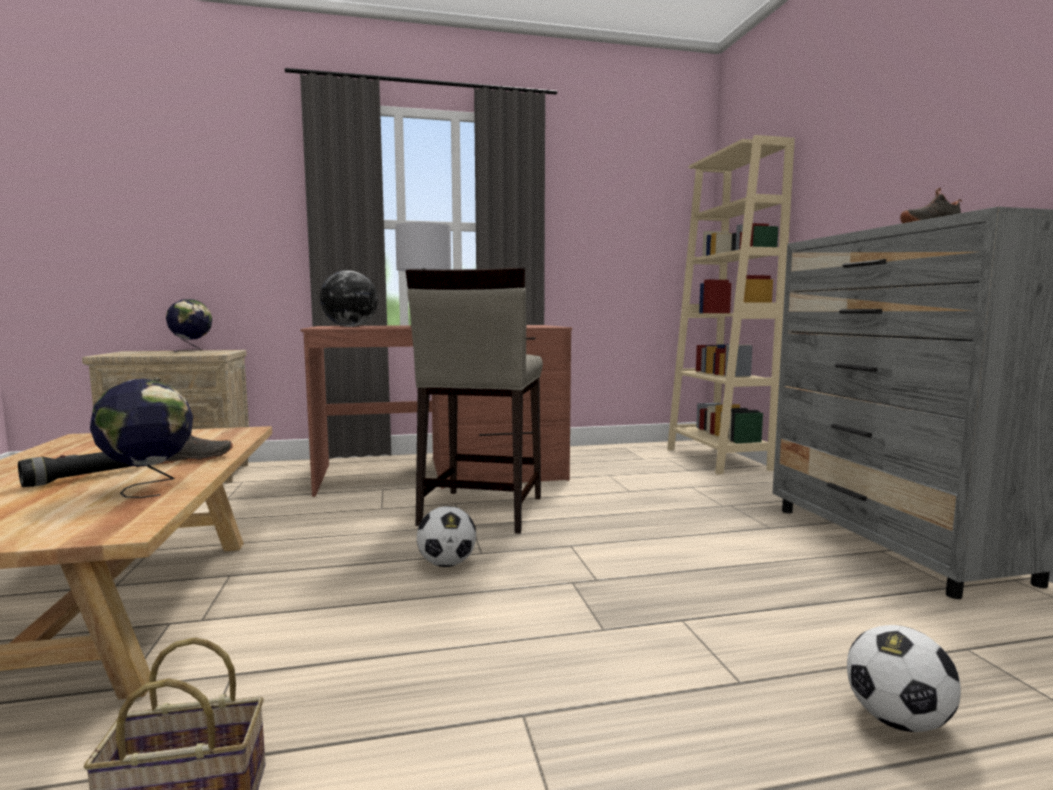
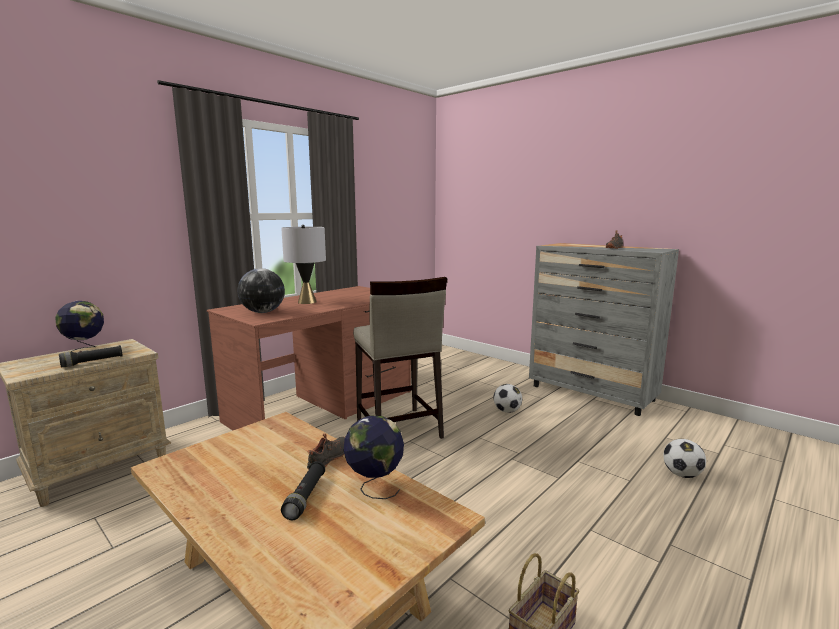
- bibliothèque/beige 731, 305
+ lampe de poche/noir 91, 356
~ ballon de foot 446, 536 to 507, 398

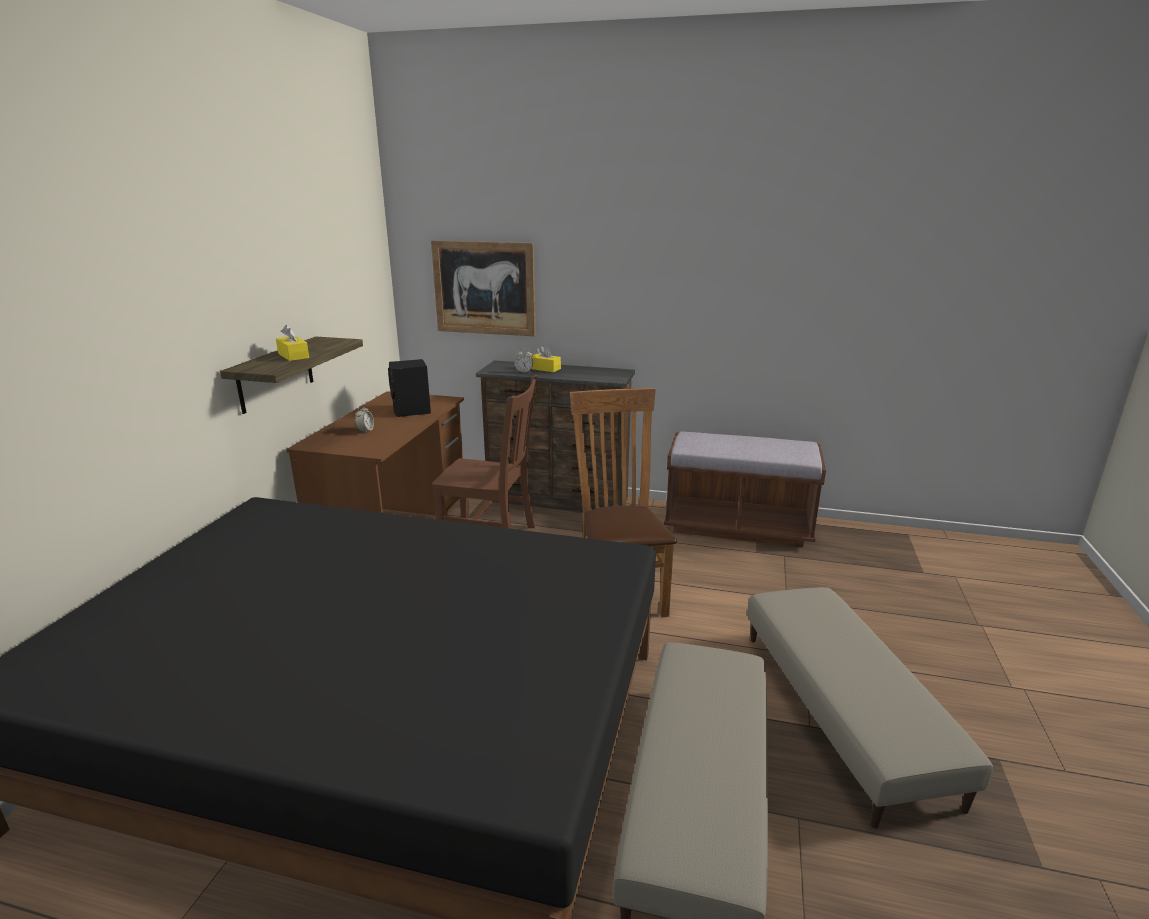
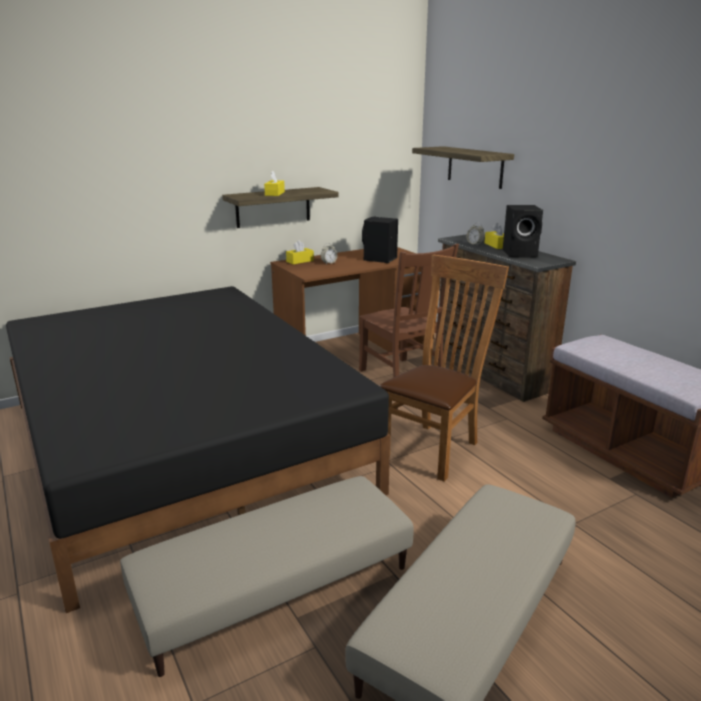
+ boîte à mouchoirs/jaune 300, 252
+ enceinte/noir 522, 231
~ tableau 483, 288 to étagère 463, 167

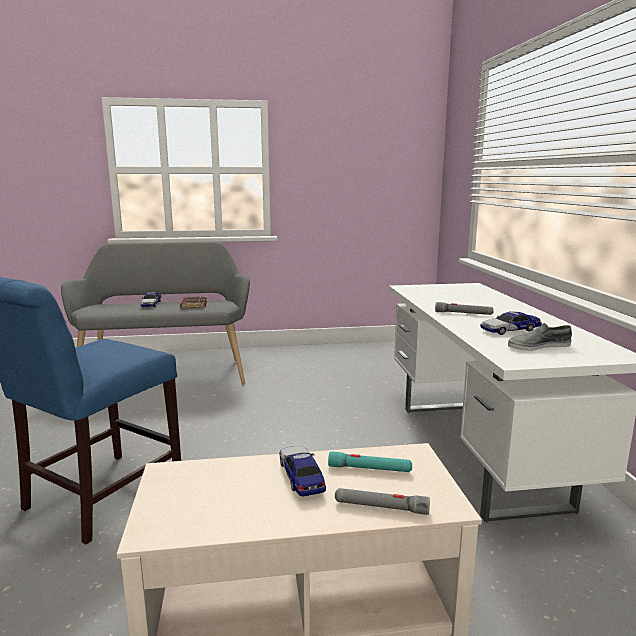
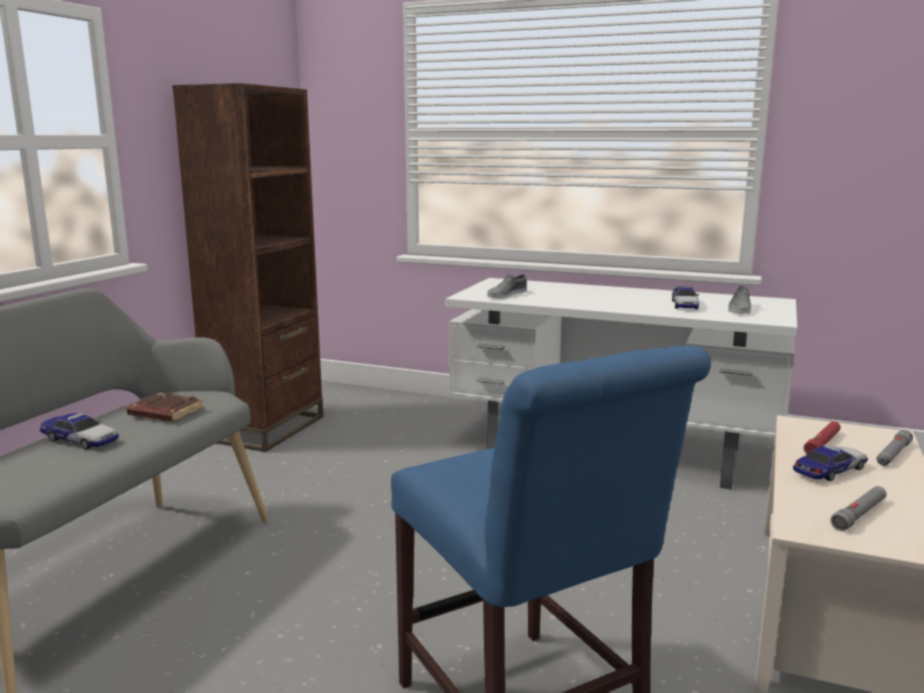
+ bibliothèque/marron 248, 267
+ chaussure/gris 507, 286
~ lampe de poche/gris 464, 308 to 858, 508
~ lampe de poche/turquoise 370, 461 to lampe de poche/rouge 822, 437
~ petite voiture 302, 471 = 830, 463 135 degrees clockwise

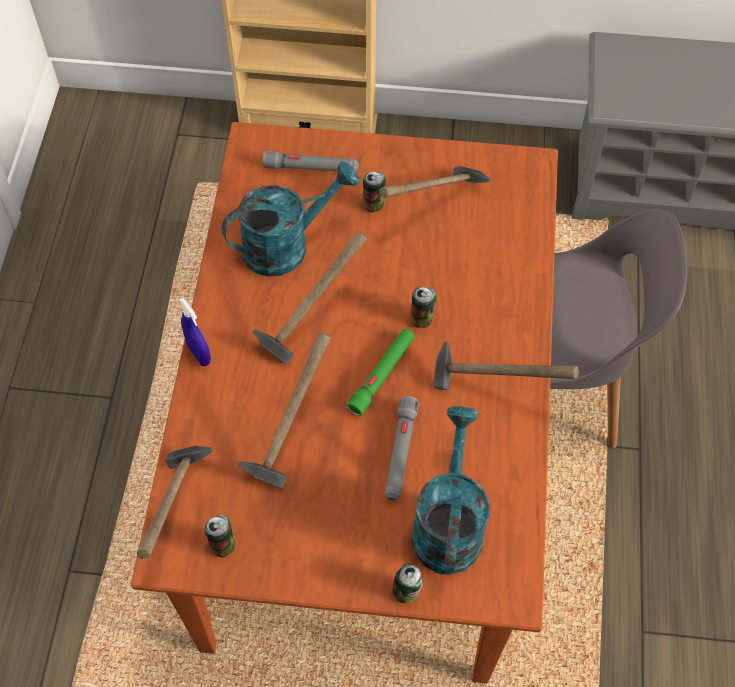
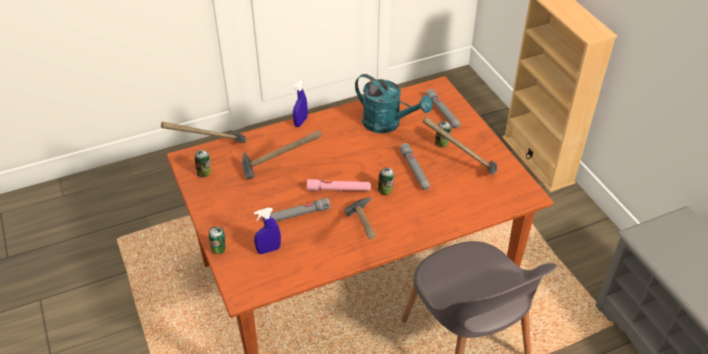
- marteau 309, 297
+ lampe de poche/gris 415, 166
~ arrosoir/turquoise 451, 490 to vaporisateur/bleu 267, 231
~ lampe de poche/vert 381, 372 to lampe de poche/rose 339, 185

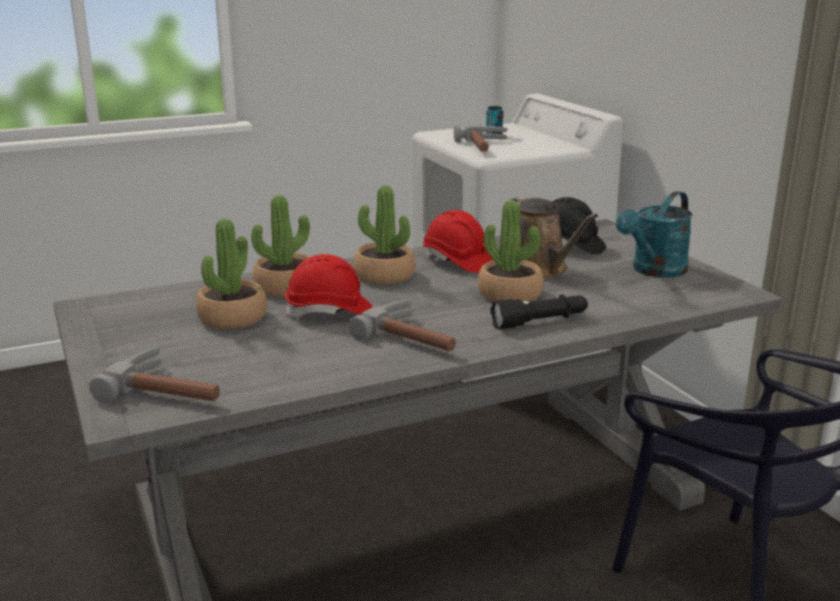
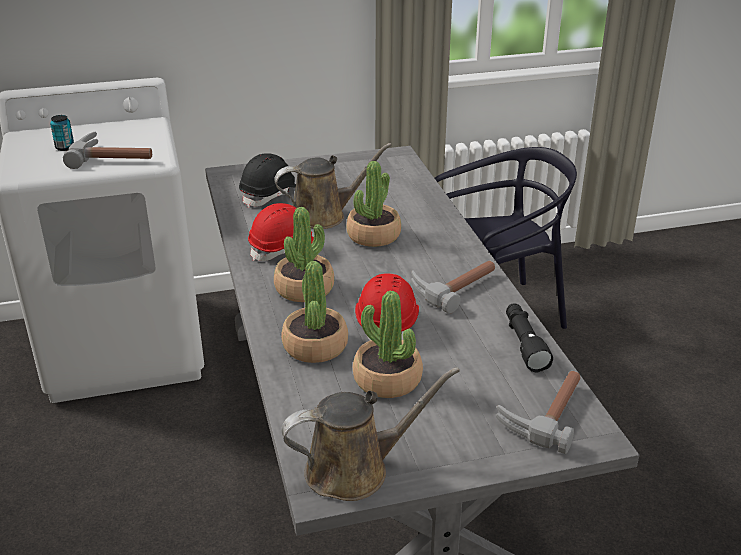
- arrosoir/turquoise 654, 234
+ arrosoir/marron 370, 434
~ lampe de poche/noir 539, 312 to 529, 338

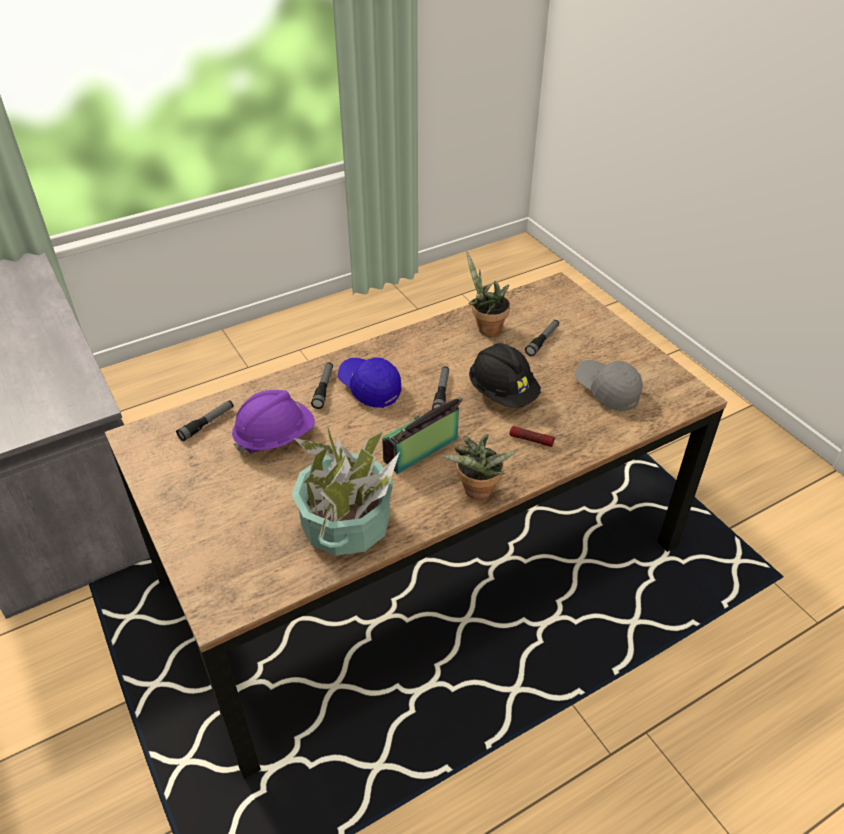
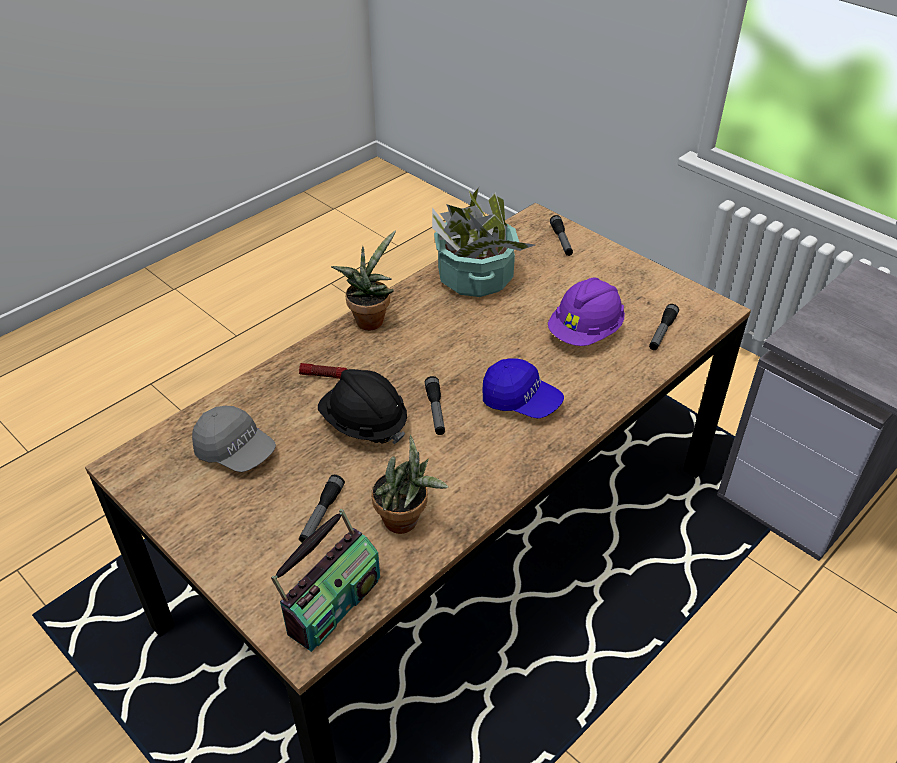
~ lampe de poche 322, 385 to 561, 235
~ radio 422, 435 to 325, 580

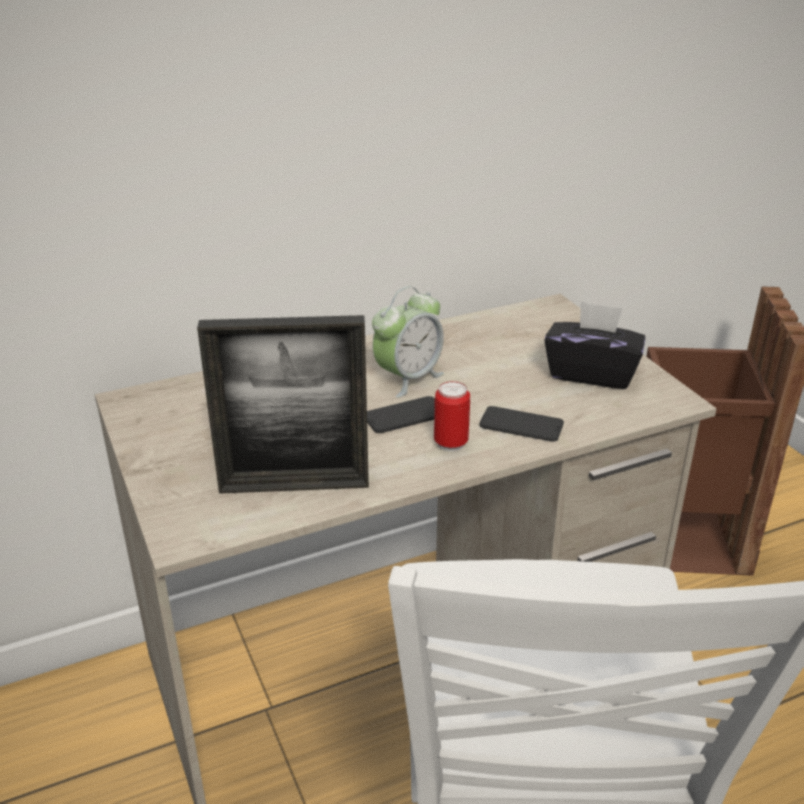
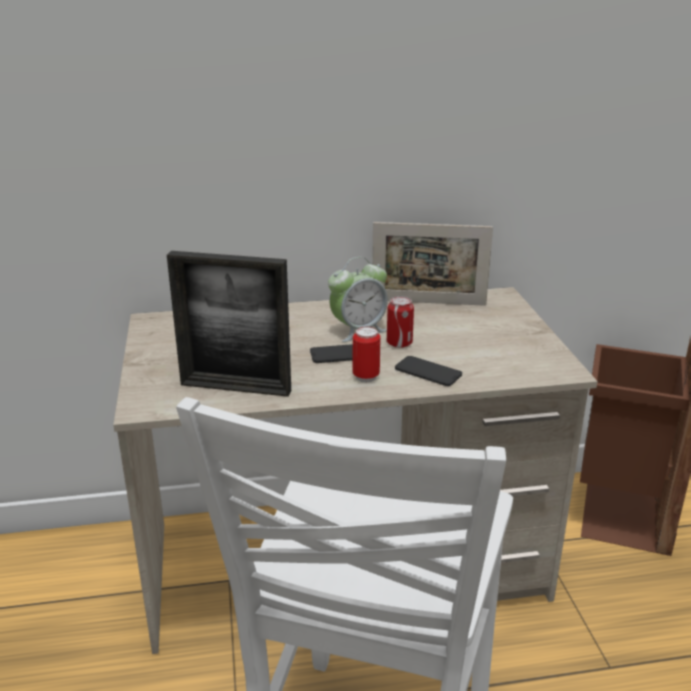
- boîte à mouchoirs/noir 595, 345
+ cadre photo 432, 264
+ boîte métallique 400, 322

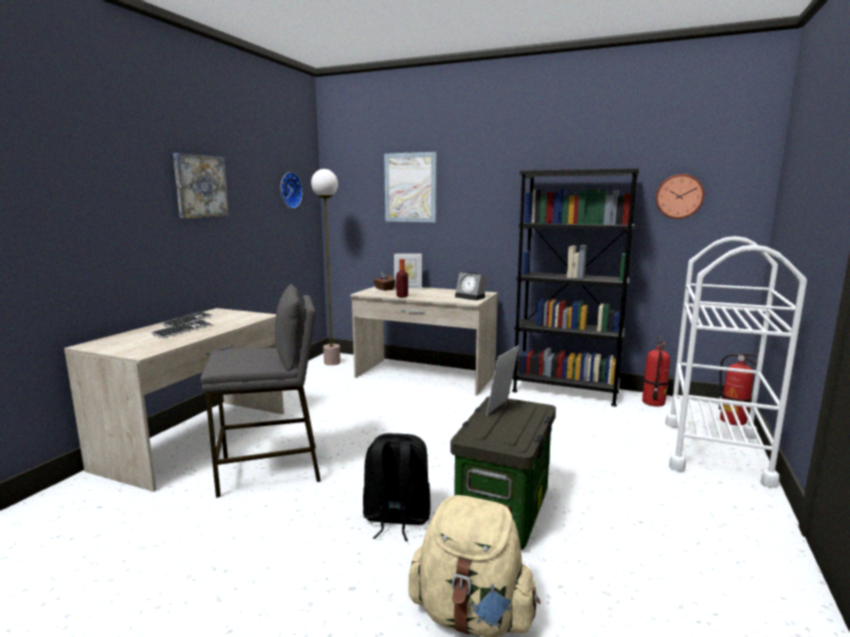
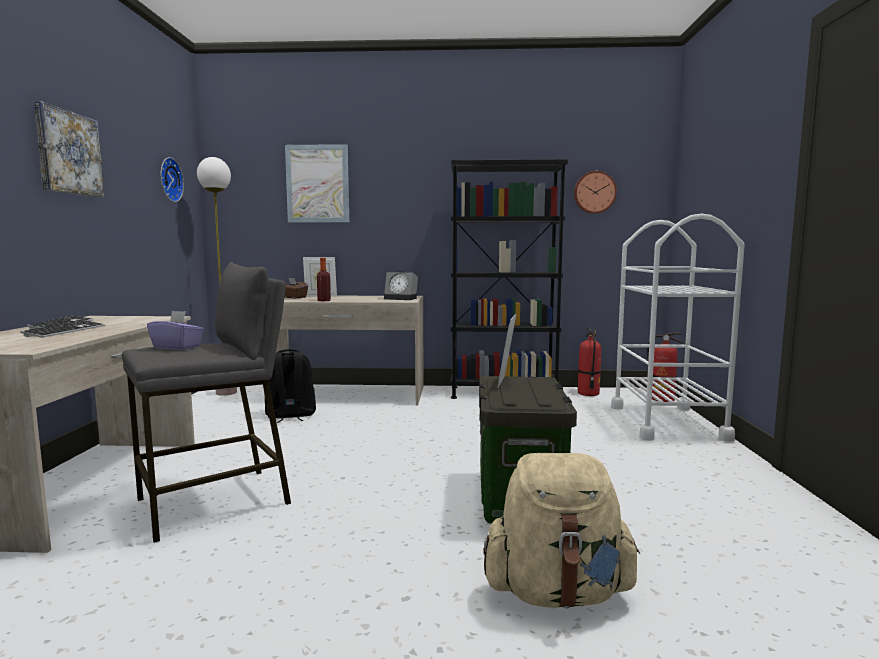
+ boîte à mouchoirs/violet 175, 330
~ sac à dos/noir 397, 487 to 290, 386

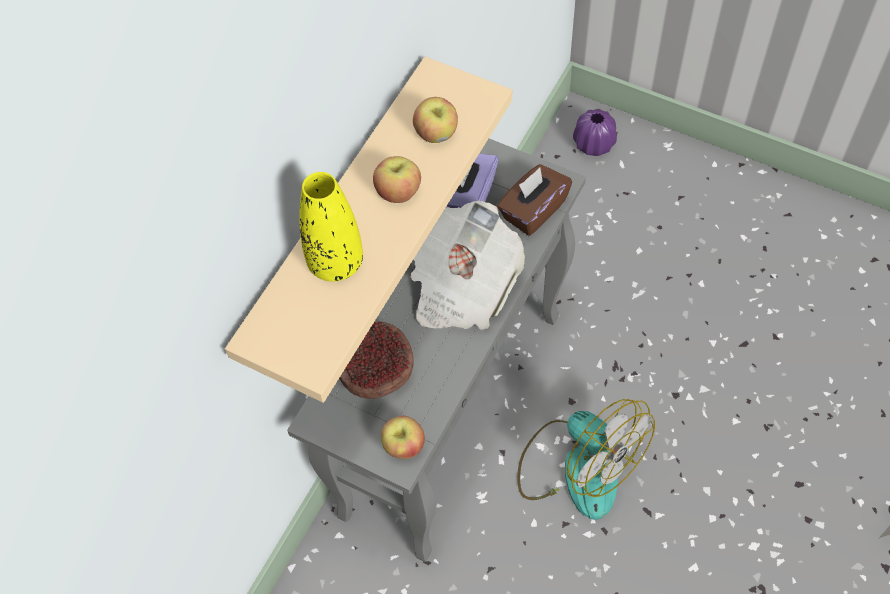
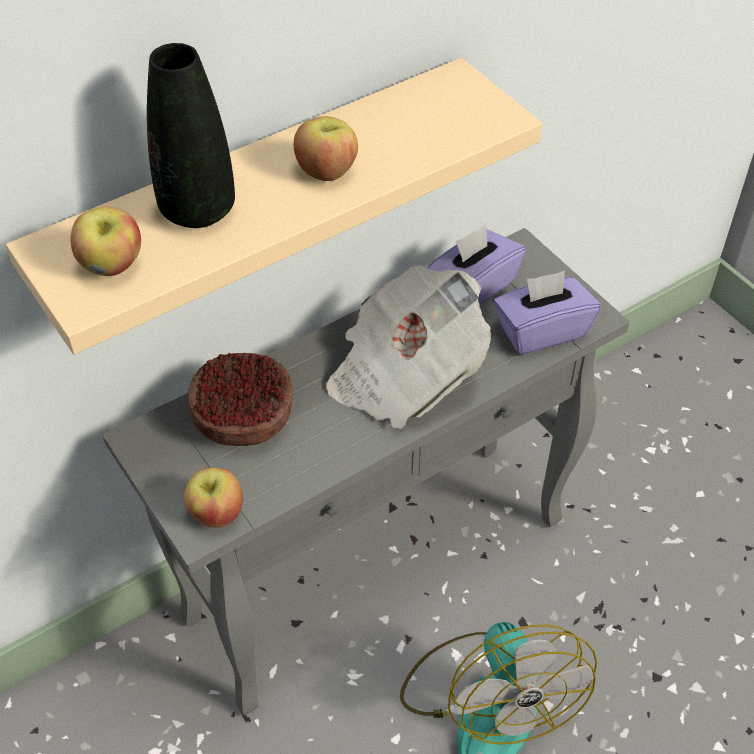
- vase/violet 595, 132
~ pomme 435, 120 to 105, 241
~ vase/jaune 331, 227 to vase/noir 191, 135
~ boîte à mouchoirs/marron 534, 200 to boîte à mouchoirs/violet 547, 313

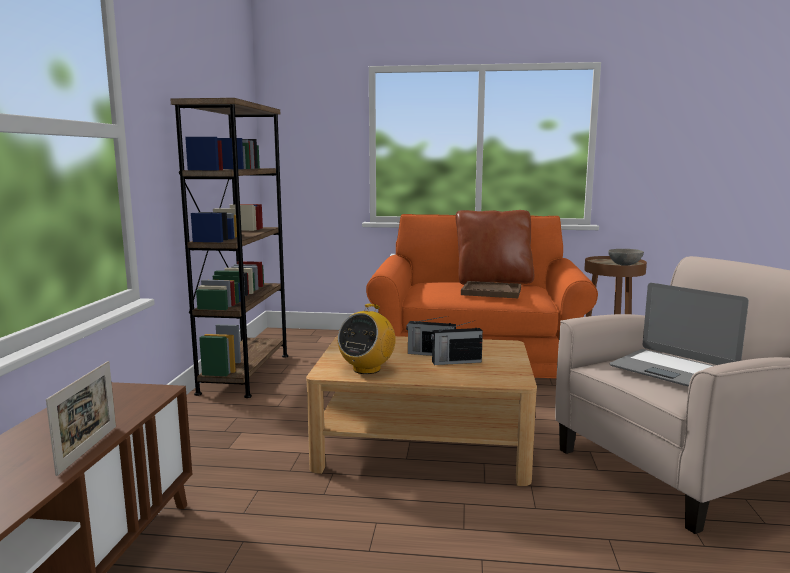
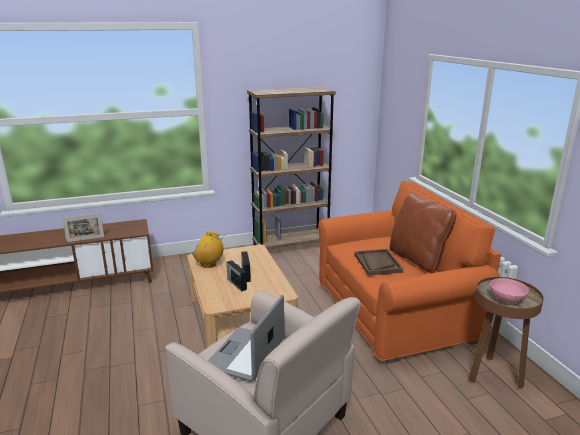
~ bol/gris 626, 257 to bol/rose 509, 290

